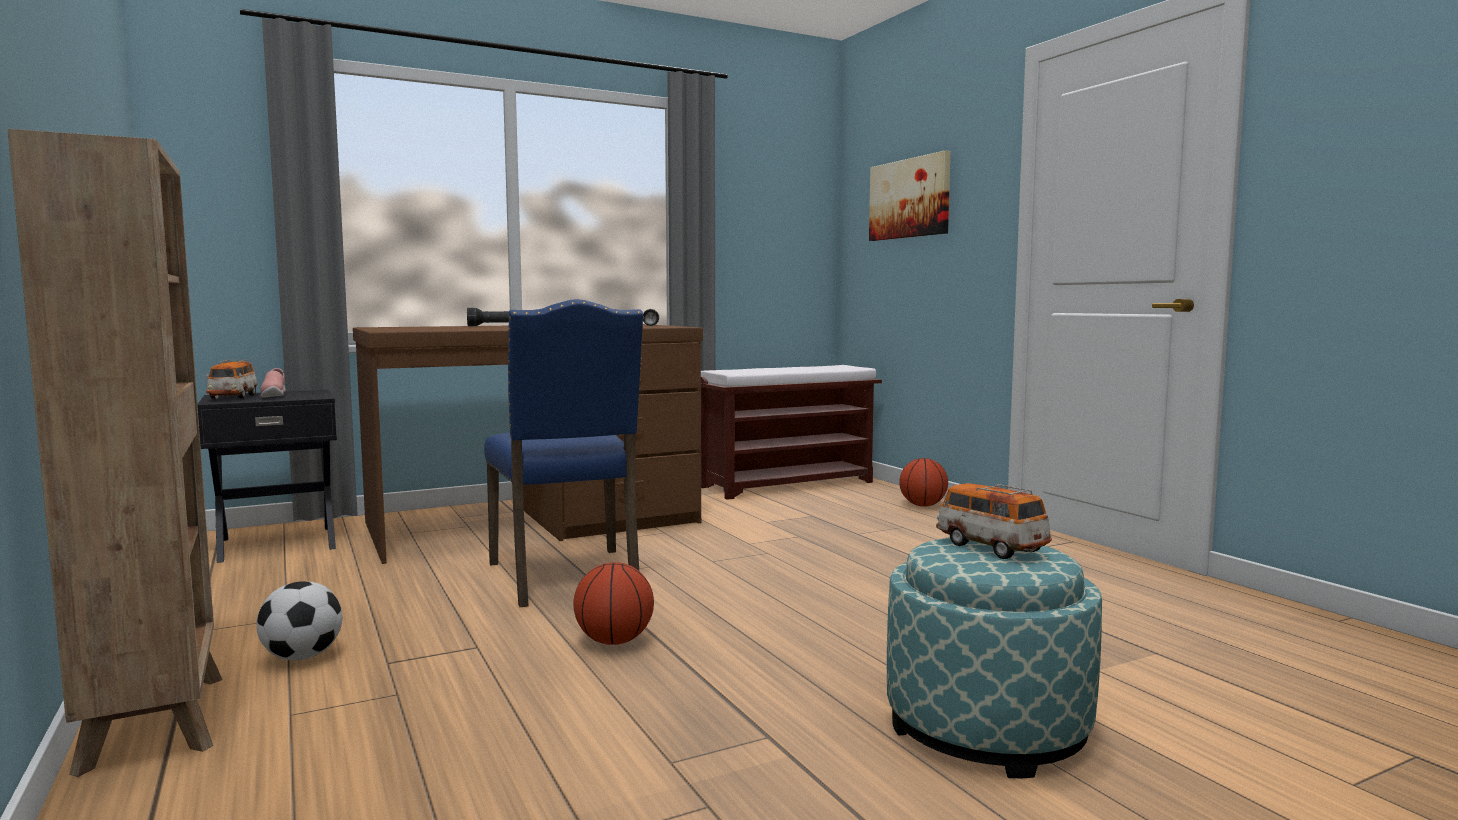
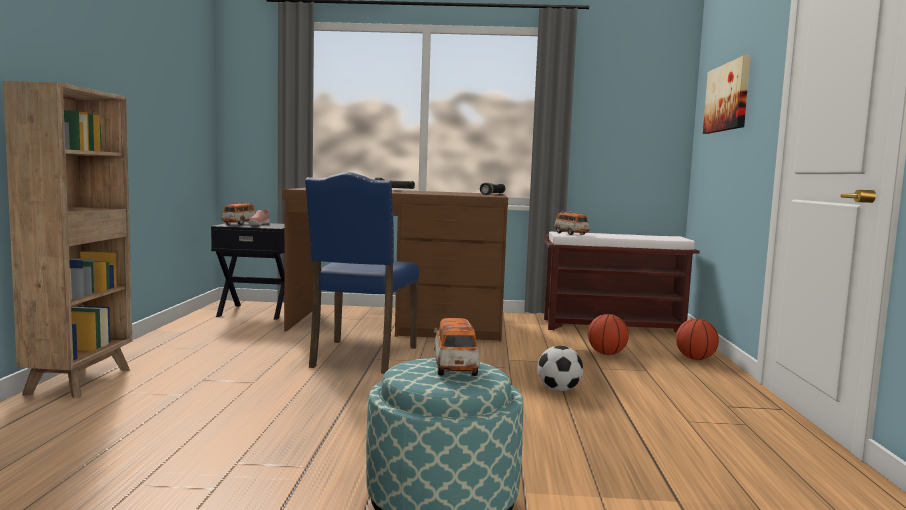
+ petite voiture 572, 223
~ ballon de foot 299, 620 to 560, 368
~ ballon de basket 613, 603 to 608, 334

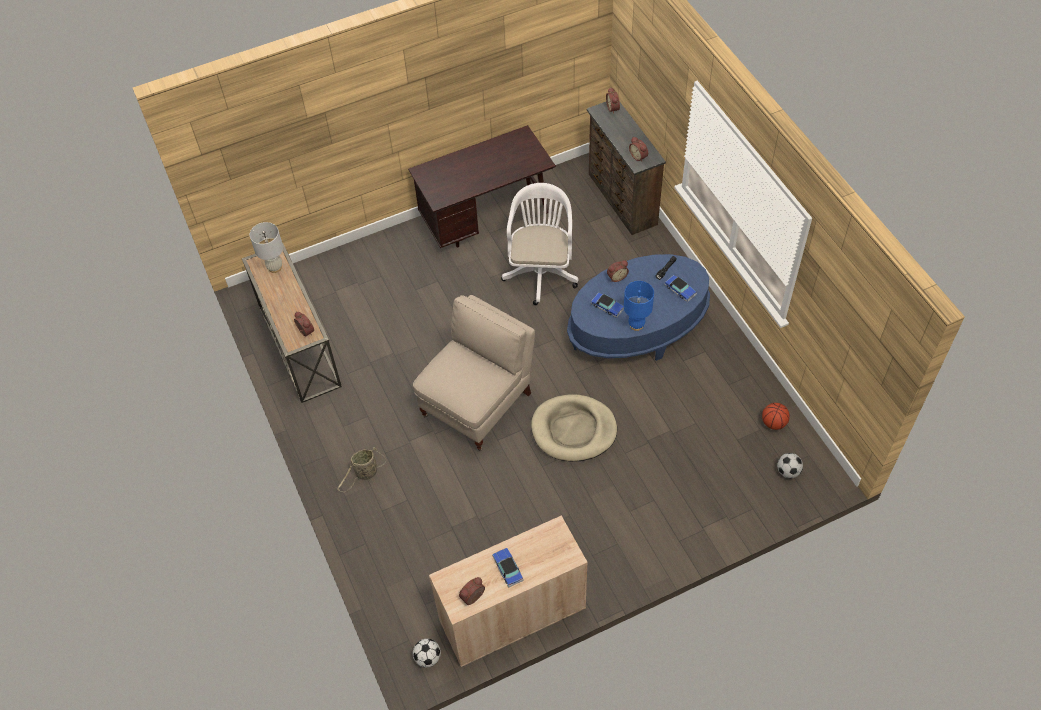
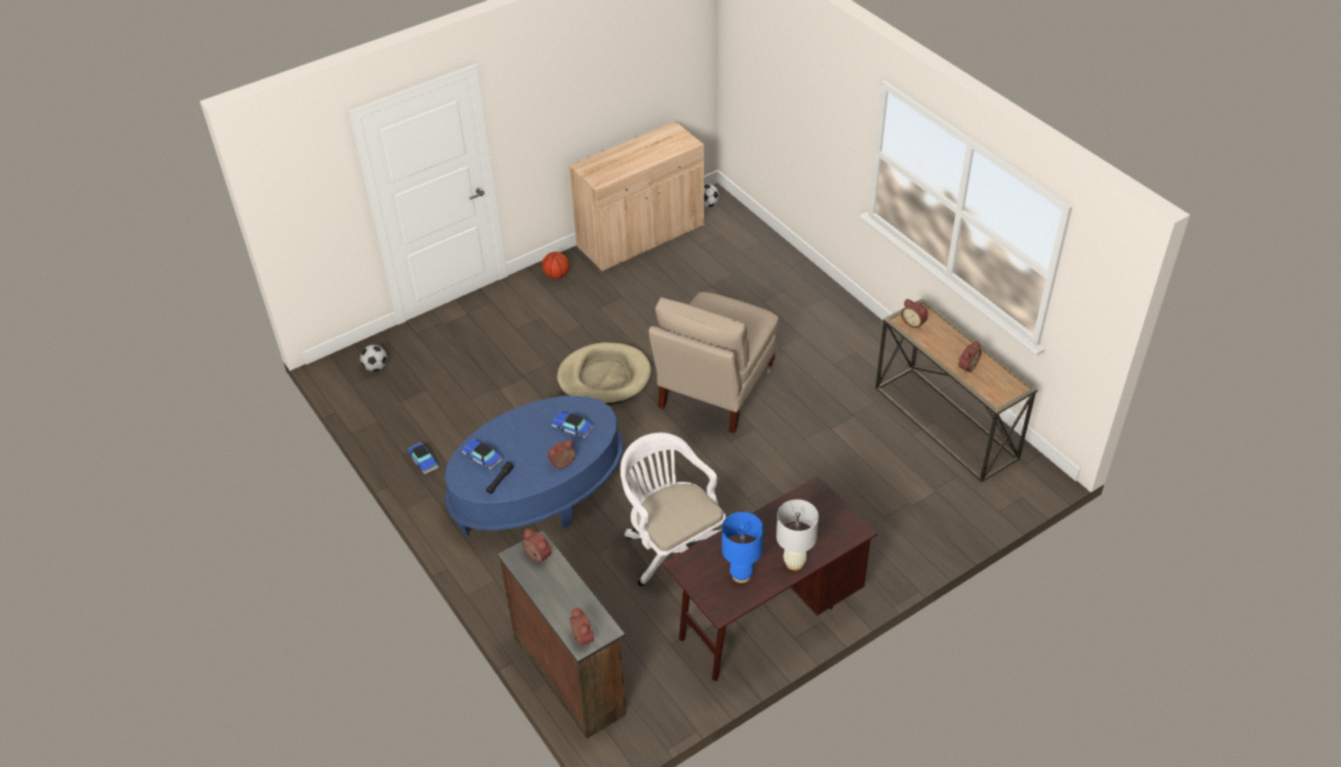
- panier 361, 469
~ lampe de table/blanc 266, 247 to 797, 534
~ réveil 472, 591 to 969, 357
~ petite voiture 508, 568 to 423, 458
~ lampe de table/bleu 639, 306 to 742, 547
~ ballon de basket 776, 416 to 555, 265
~ chaise de bureau/blanc 540, 244 = 673, 509 150 degrees clockwise

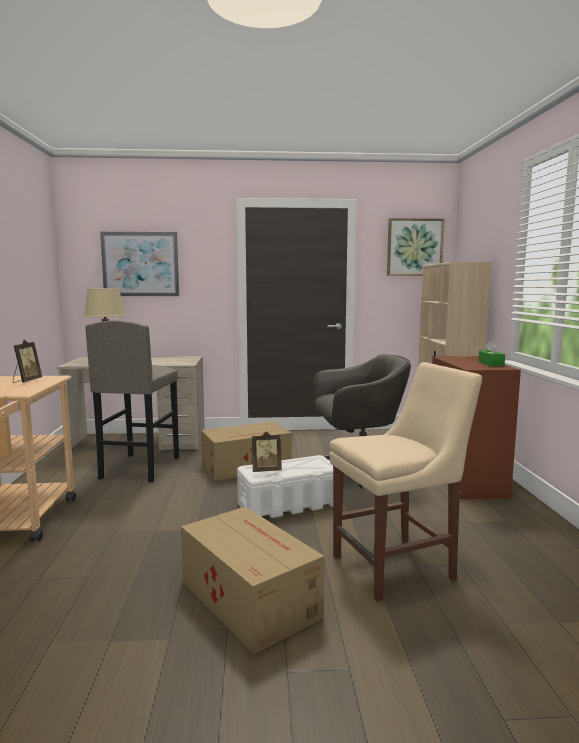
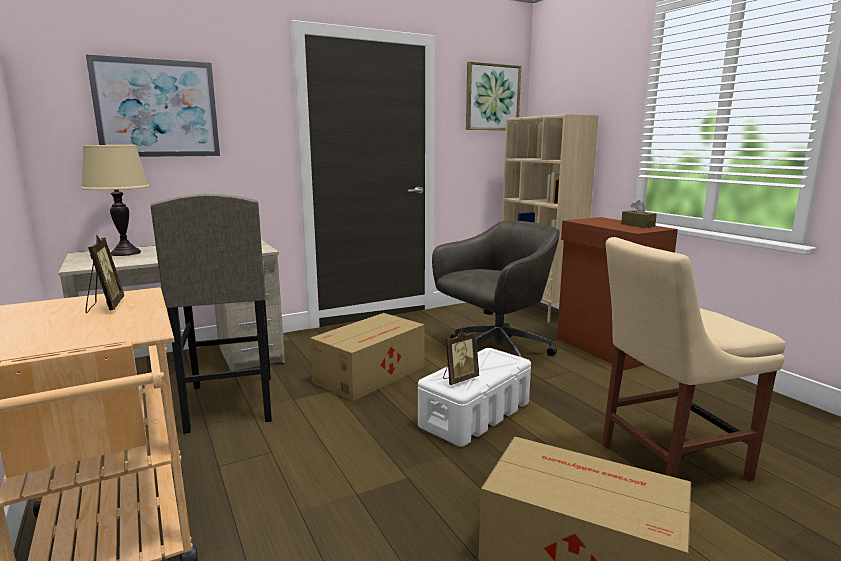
~ boîte à mouchoirs/vert 491, 353 to boîte à mouchoirs/marron 639, 214
~ chaise/beige 405, 482 = 694, 359 150 degrees counterclockwise

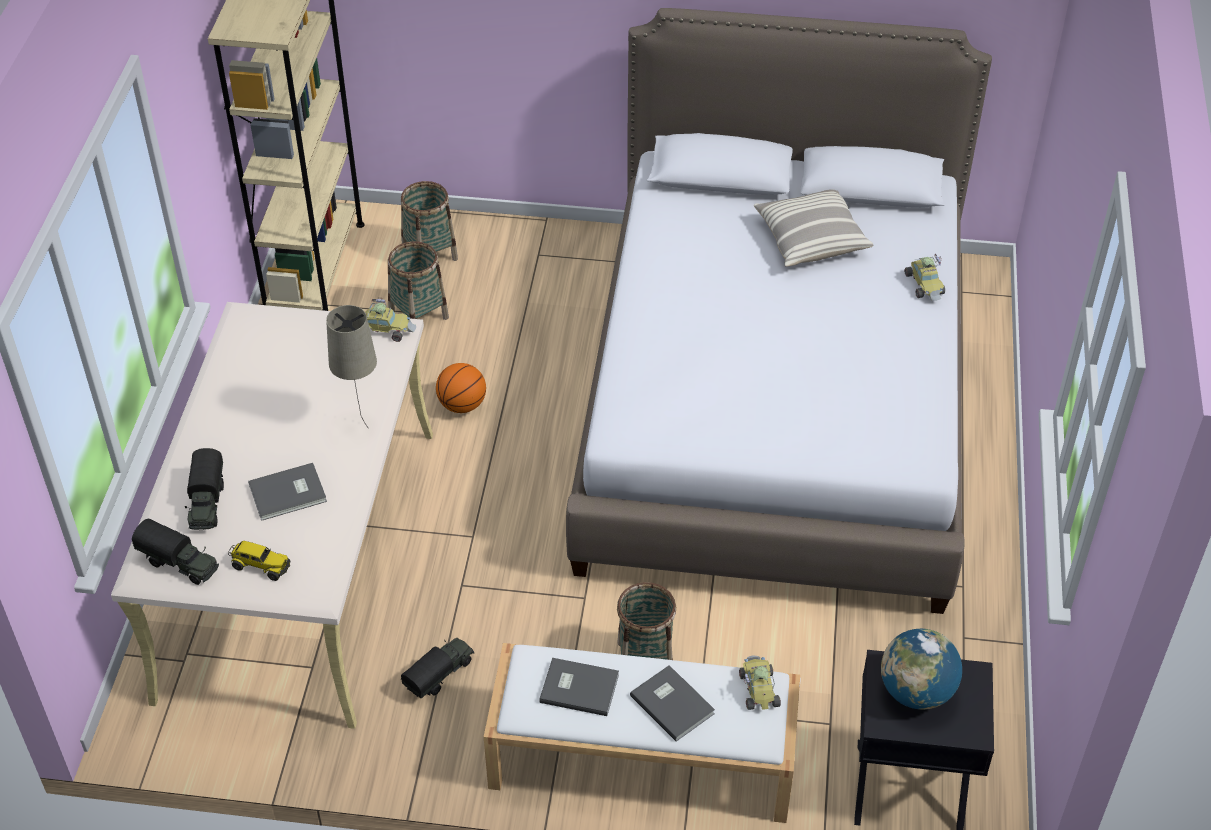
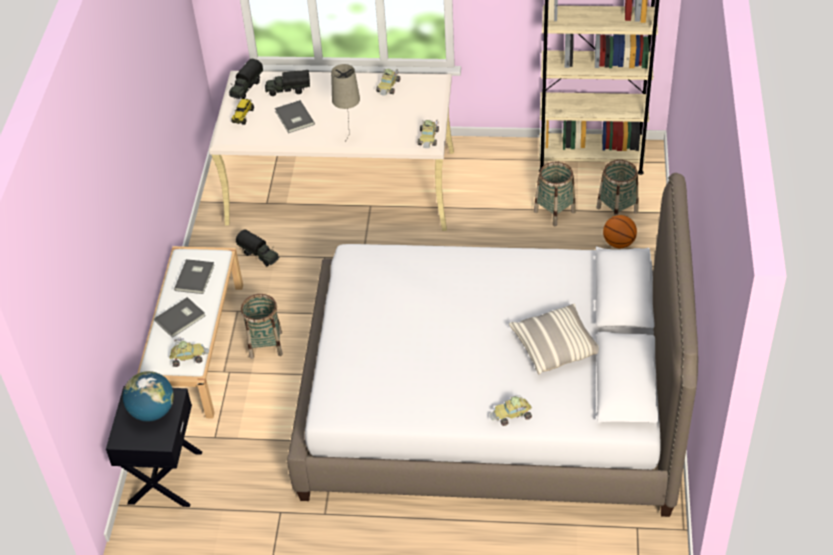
+ petite voiture 388, 82
~ ballon de basket 461, 388 to 620, 231

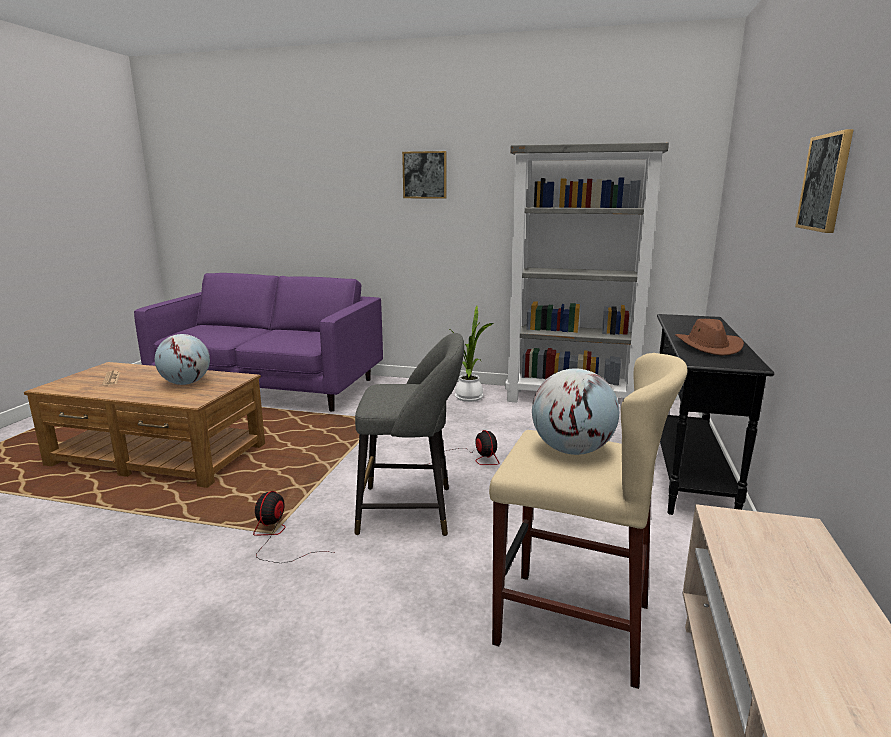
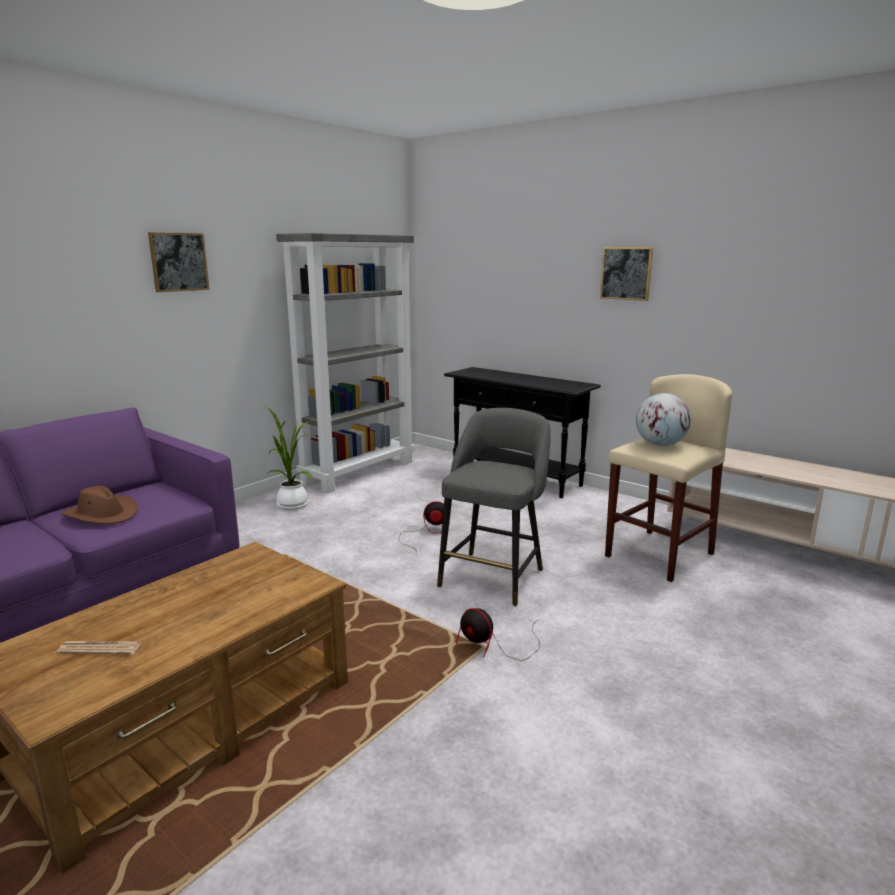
- globe 182, 359
~ chapeau/marron 709, 337 to 99, 505

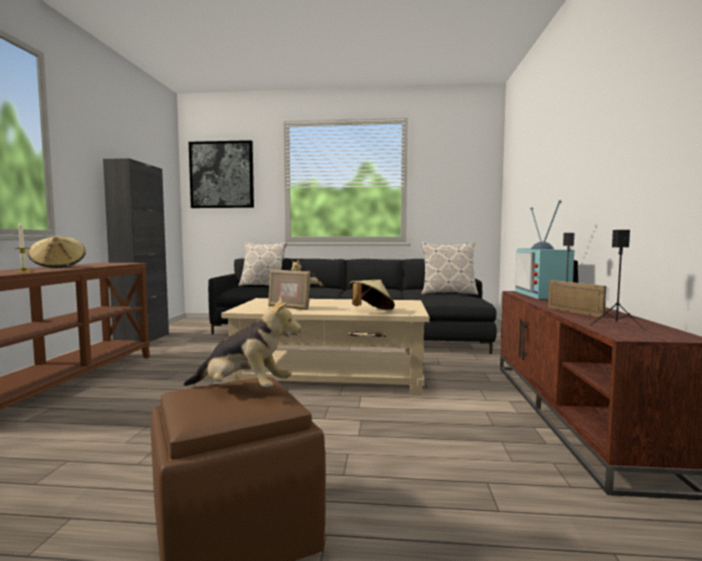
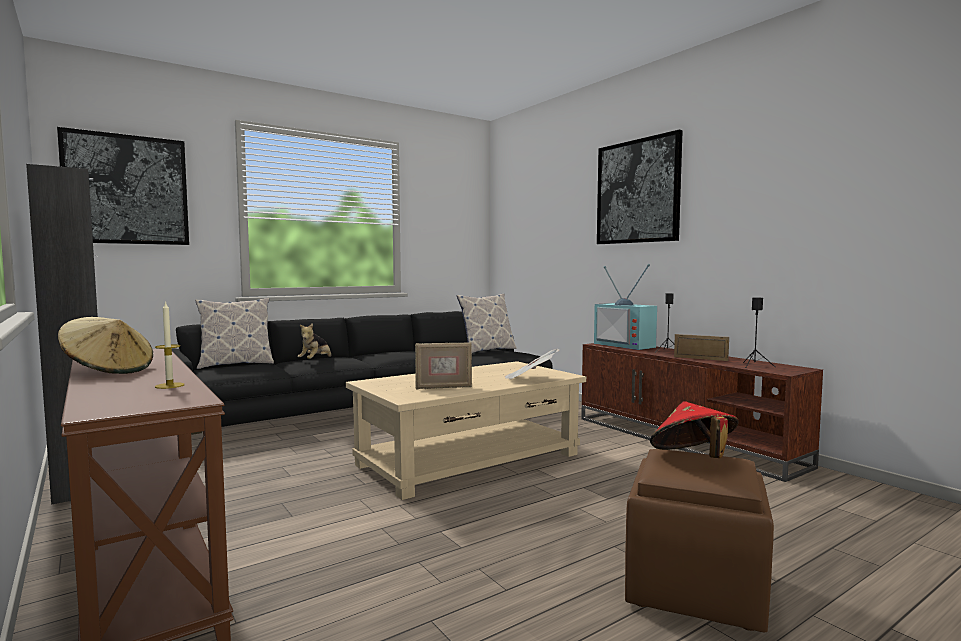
+ tableau 640, 187
~ peluche 242, 341 to chapeau/rouge 694, 429
~ chapeau/beige 372, 295 to journal 532, 364

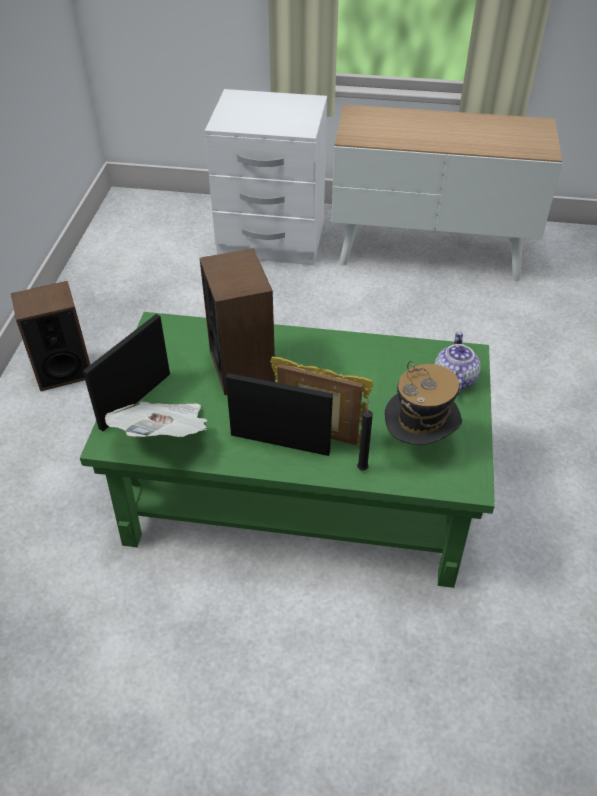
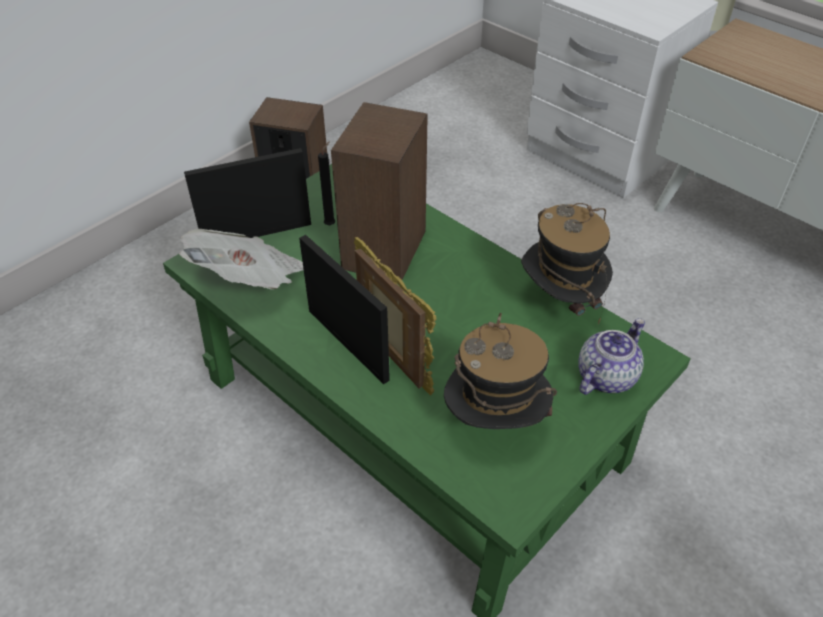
+ chapeau 567, 263
~ bougie/noir 365, 435 to 326, 183

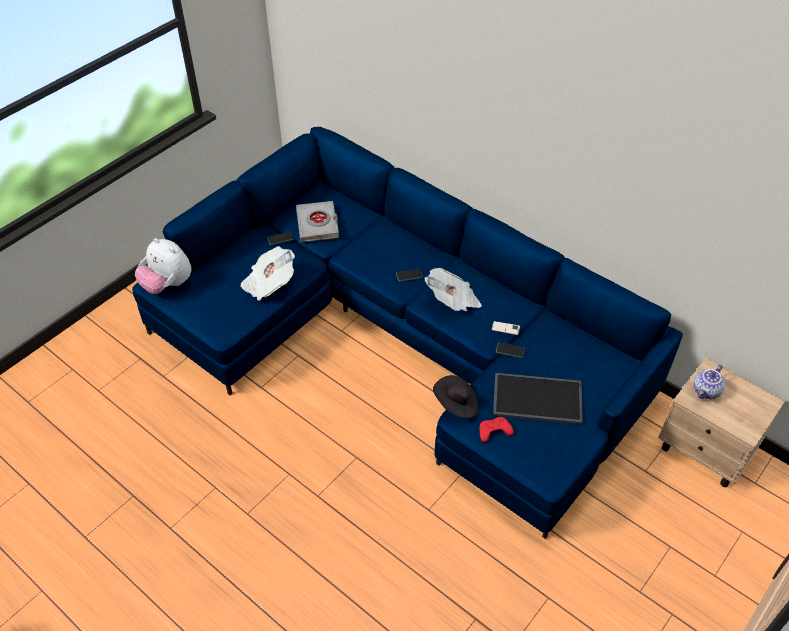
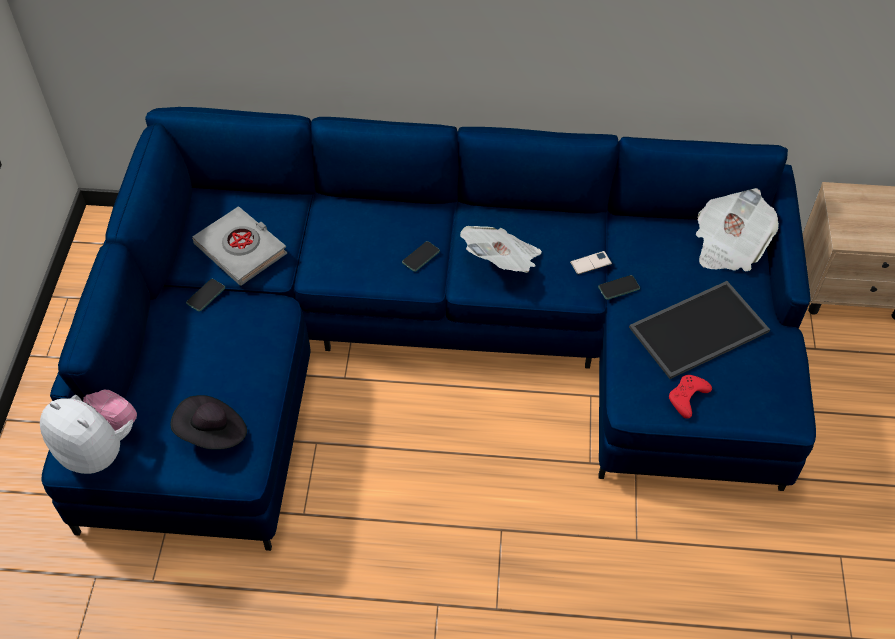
- théière 709, 381
~ journal 268, 273 to 737, 229
~ chapeau/noir 456, 397 to 208, 422
~ peluche 163, 266 = 88, 432 150 degrees counterclockwise

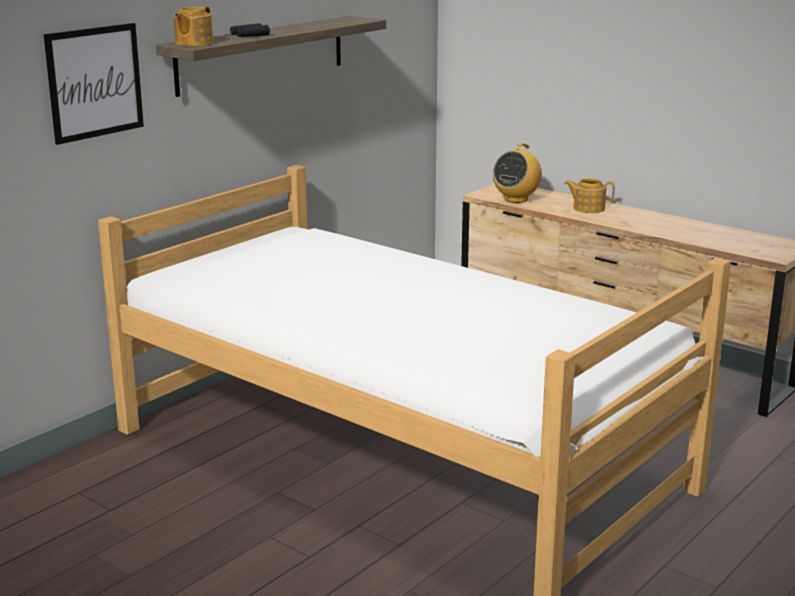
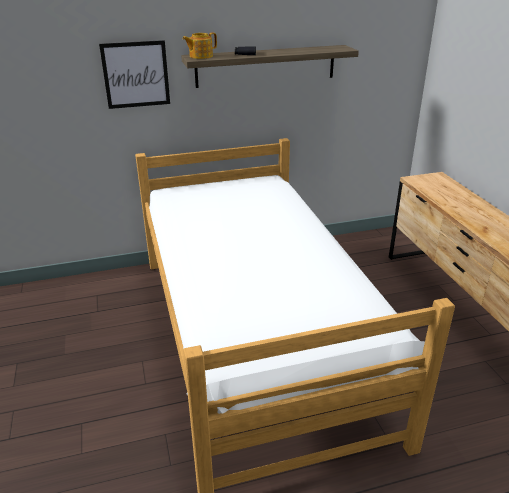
- radio 517, 173
- théière 589, 195

